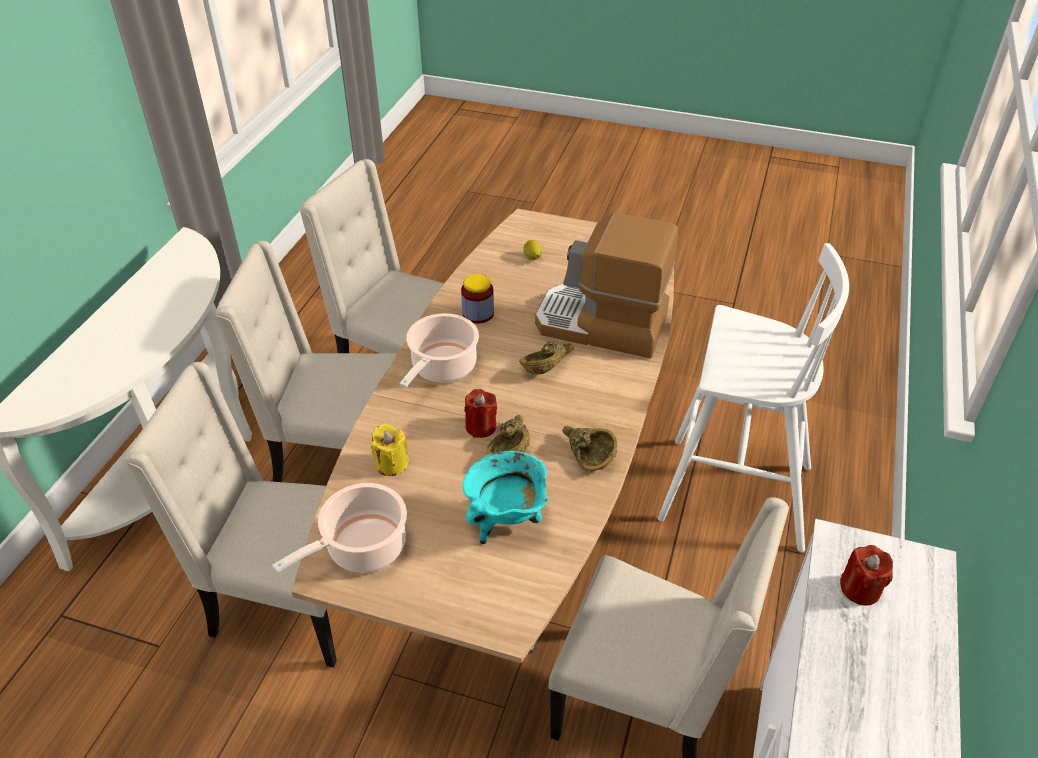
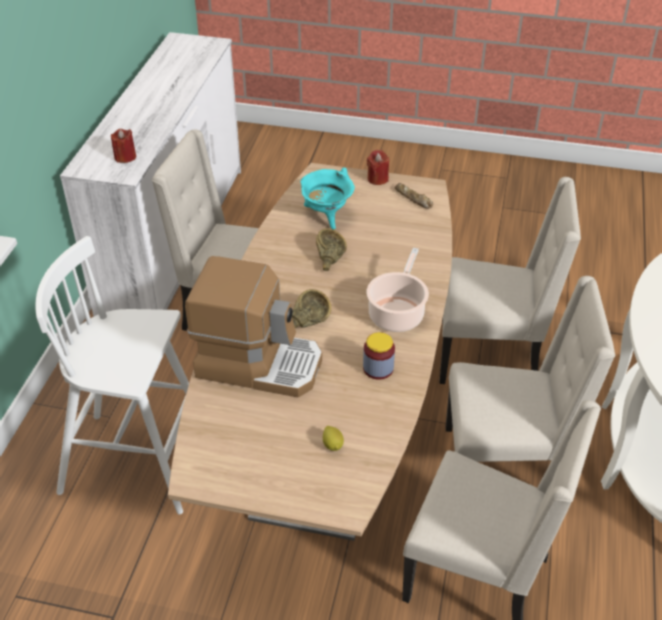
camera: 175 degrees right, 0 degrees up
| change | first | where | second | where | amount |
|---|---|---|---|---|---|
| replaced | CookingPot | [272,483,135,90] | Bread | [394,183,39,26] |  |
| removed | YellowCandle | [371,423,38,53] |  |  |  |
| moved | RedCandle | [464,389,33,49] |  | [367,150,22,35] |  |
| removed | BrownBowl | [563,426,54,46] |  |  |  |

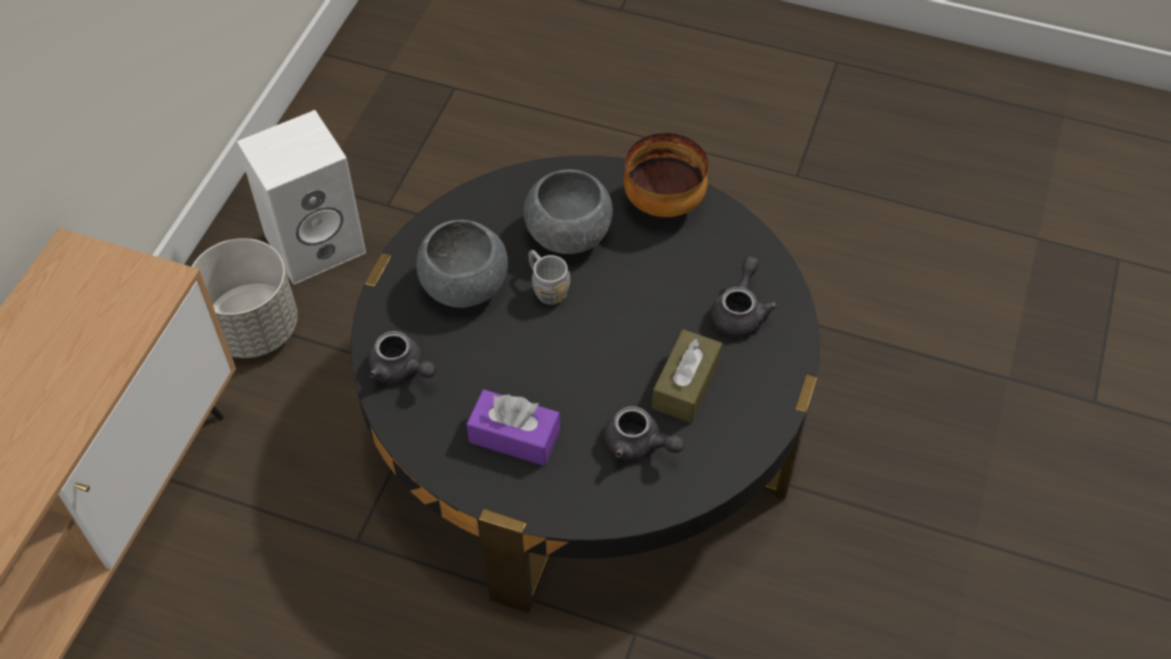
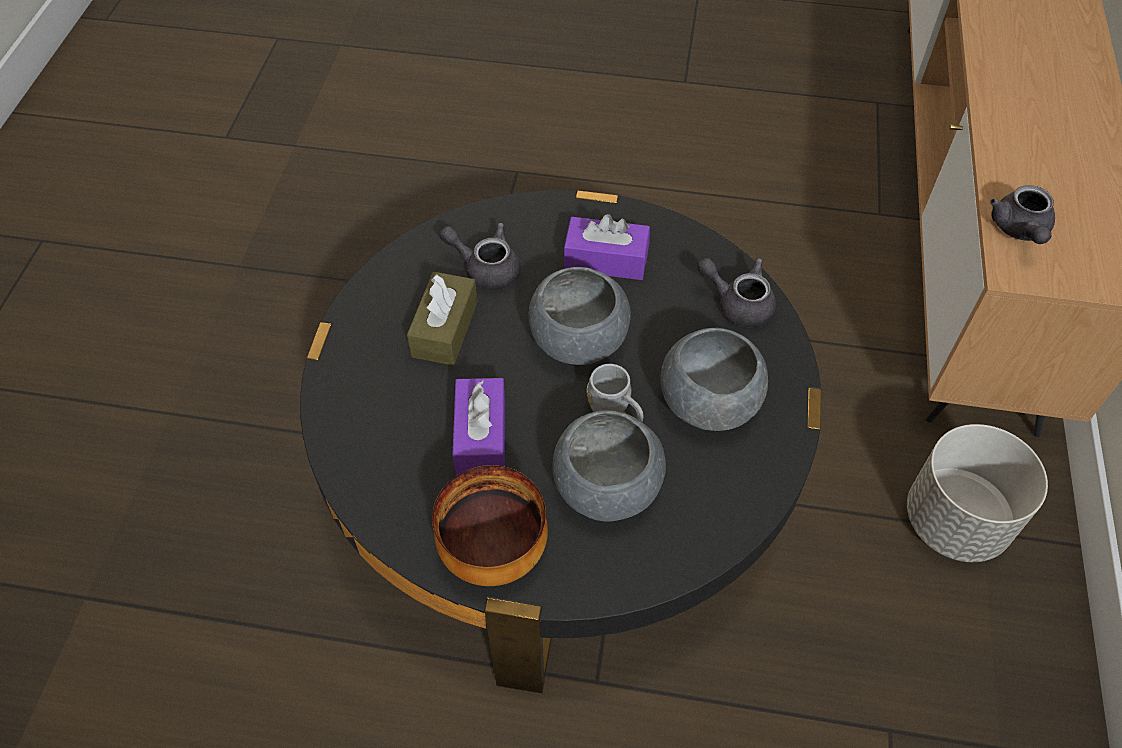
camera: 170 degrees right, 0 degrees up
| change | first | where | second | where | amount |
|---|---|---|---|---|---|
| removed | WhiteSpeaker | [237,110,129,175] |  |  |  |
| moved | GreyTeapot | [710,256,68,81] |  | [990,185,65,59] |  |
| added |  |  | PurpleTissueBox | [452,378,53,98] |  |
| added |  |  | GreyBowl | [529,267,102,98] |  |

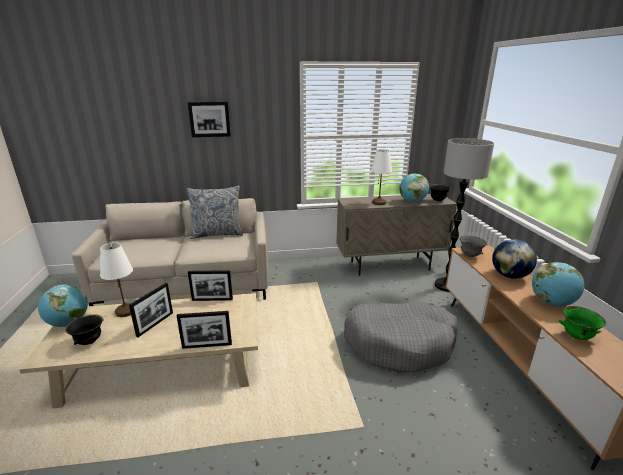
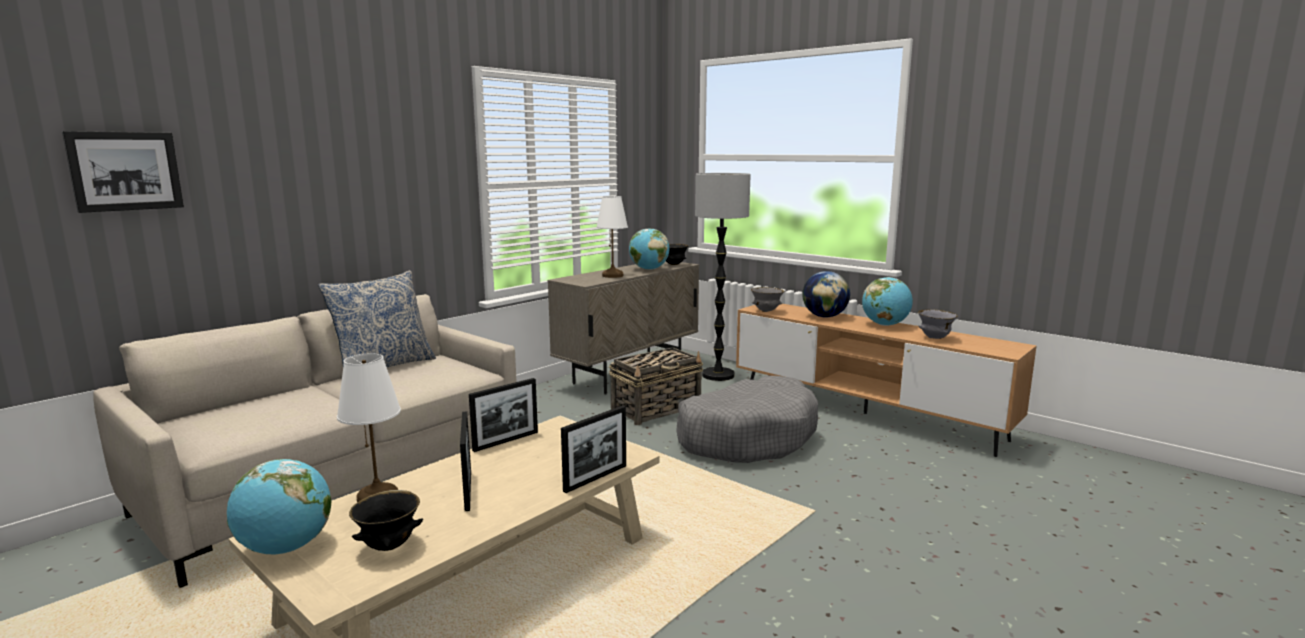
camera: 40 degrees left, 10 degrees down
| change | first | where | second | where | amount |
|---|---|---|---|---|---|
| moved | Picture | [188,102,43,35] |  | [62,131,122,82] |  |
| recoloured | GreenBowl | [559,306,47,34] | GreyBowl | [918,309,40,30] |  |
| added |  |  | Basket | [609,347,94,78] |  |

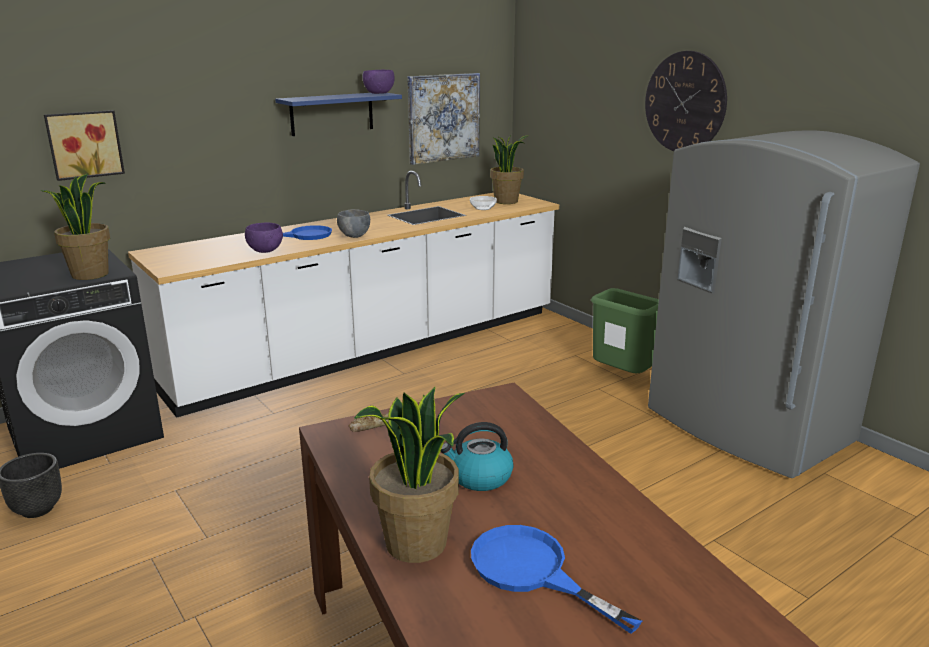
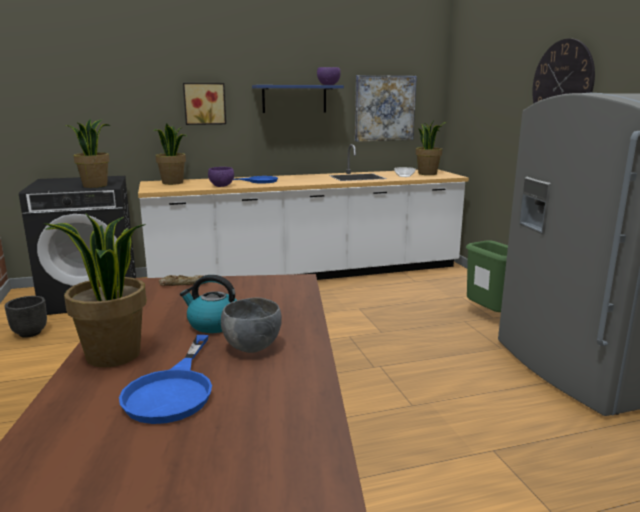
camera: 20 degrees right, 5 degrees down
| change | first | where | second | where | amount |
|---|---|---|---|---|---|
| moved | Picture | [44,110,81,71] |  | [183,83,43,42] |  |
| moved | GreyBowl | [337,209,33,29] |  | [221,298,61,55] |  |
| turned | BlueFryingPan | [471,525,171,109] |  | [119,335,93,89] | 150 degrees counterclockwise |
| added |  |  | PottedPlant | [154,124,33,61] |  |

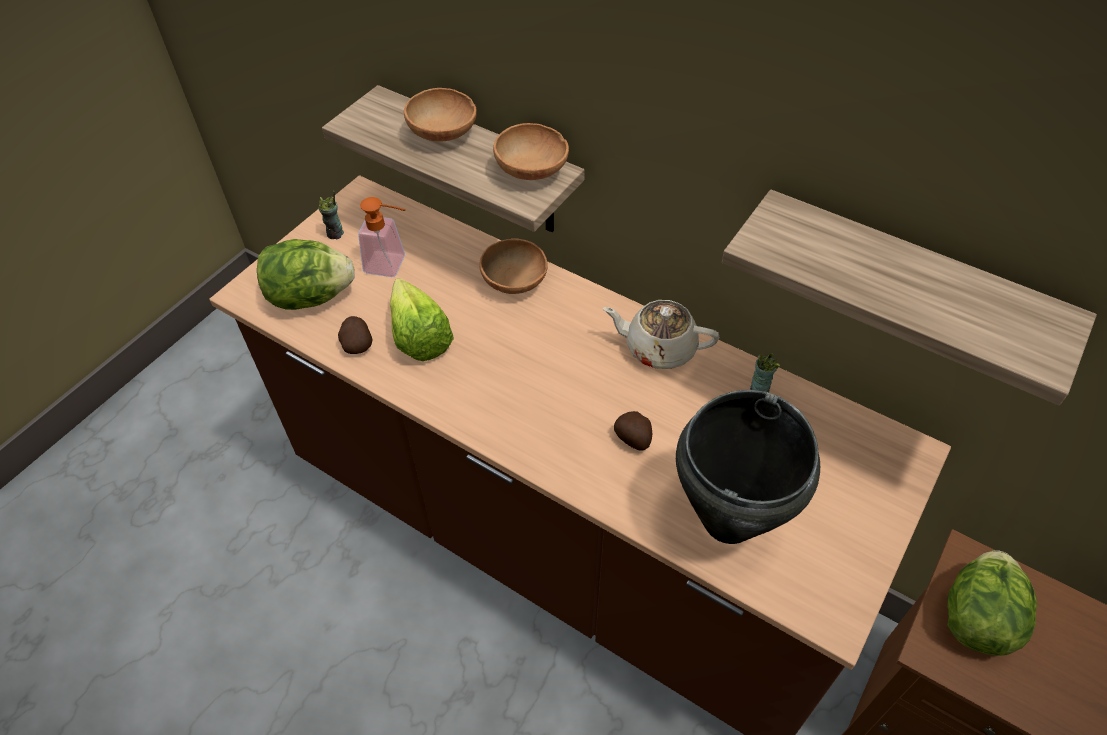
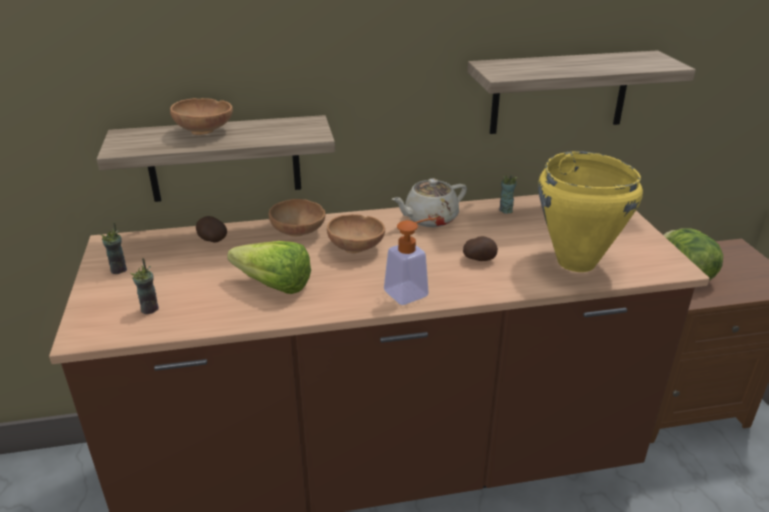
camera: 45 degrees left, 20 degrees down
| change | first | where | second | where | amount |
|---|---|---|---|---|---|
| replaced | Lettuce | [257,239,98,71] | Cup | [130,258,29,56] |  |
| moved | Potato | [338,316,34,38] |  | [196,216,31,26] |  |
| moved | SoapDispenser | [358,197,48,80] |  | [384,218,53,87] |  |
| moved | BrownBowl | [493,123,76,57] |  | [327,214,58,39] |  |
| recoloured | BlackCookingPot | [676,390,144,154] | YellowCookingPot | [538,151,105,121] |  |

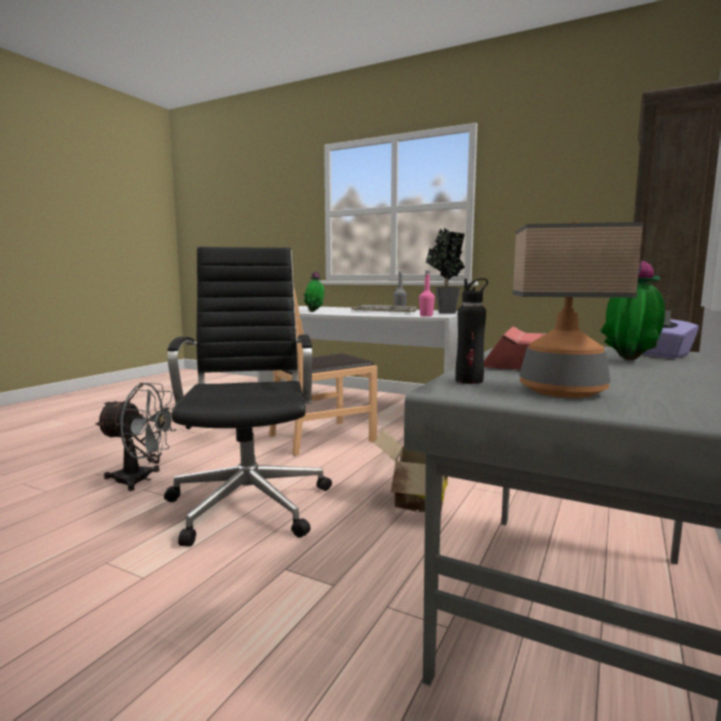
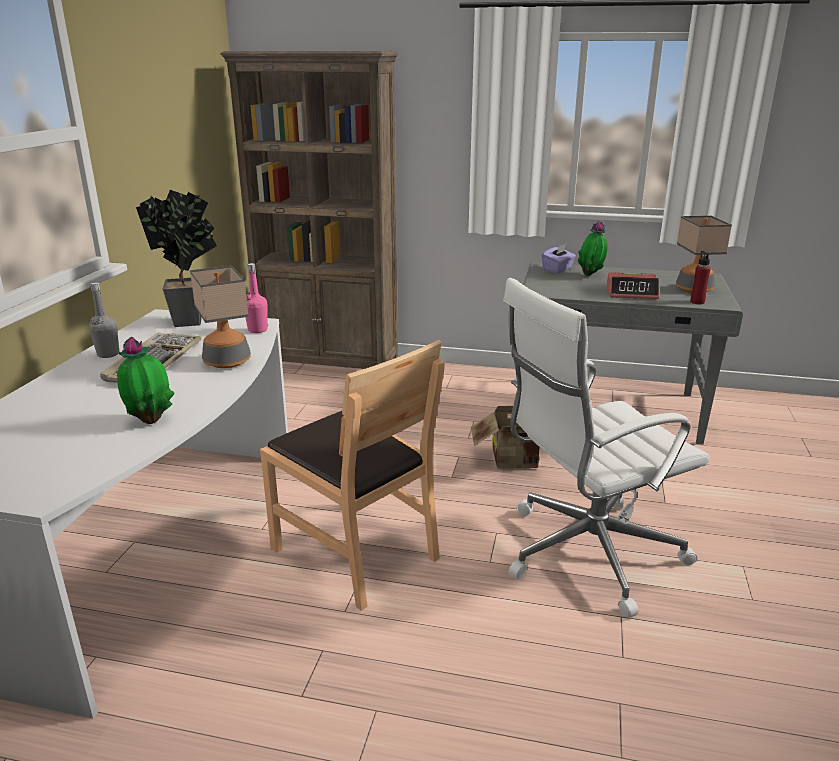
camera: 105 degrees left, 15 degrees up
| change | first | where | second | where | amount |
|---|---|---|---|---|---|
| removed | GreyFan | [95,383,81,108] |  |  |  |
| recoloured | BlackOfficeChair | [164,247,168,300] | WhiteOfficeChair | [503,278,207,340] |  |
| recoloured | BlackBottle | [455,278,33,106] | RedBottle | [690,251,21,53] |  |
| added |  |  | TableLamp | [190,265,61,103] |  |

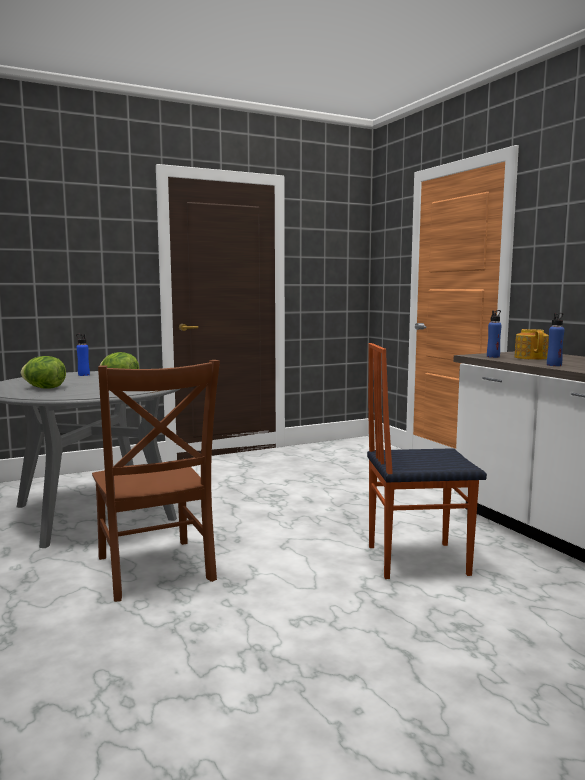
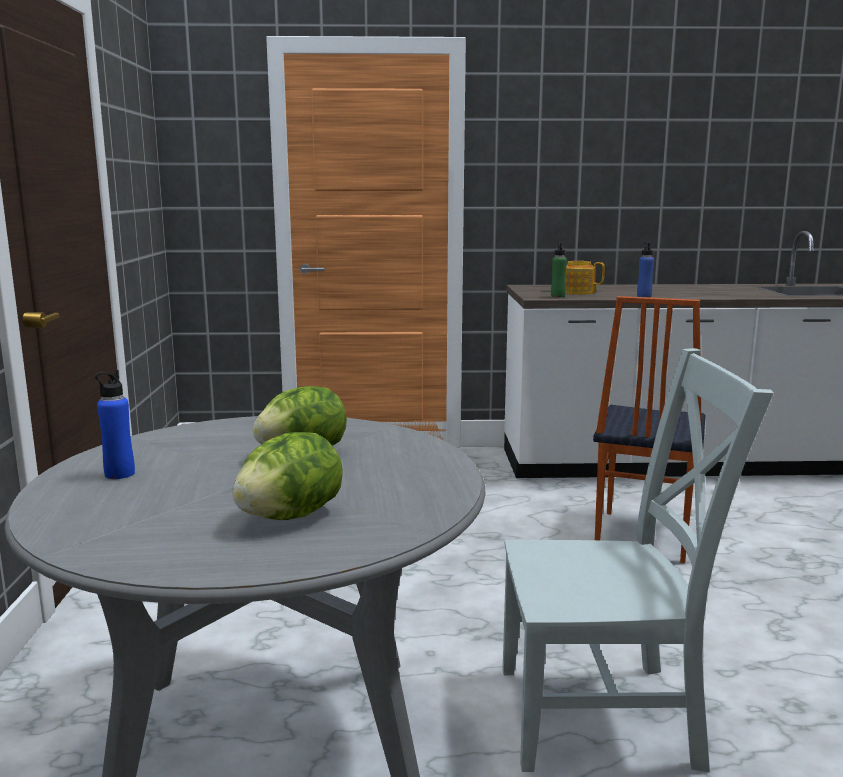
camera: 65 degrees left, 5 degrees up
| change | first | where | second | where | amount |
|---|---|---|---|---|---|
| recoloured | BrownChair | [92,360,128,242] | GreyChair | [503,348,270,424] |  |
| recoloured | BlueBottle | [487,310,15,48] | GreenBottle | [551,242,16,55] |  |

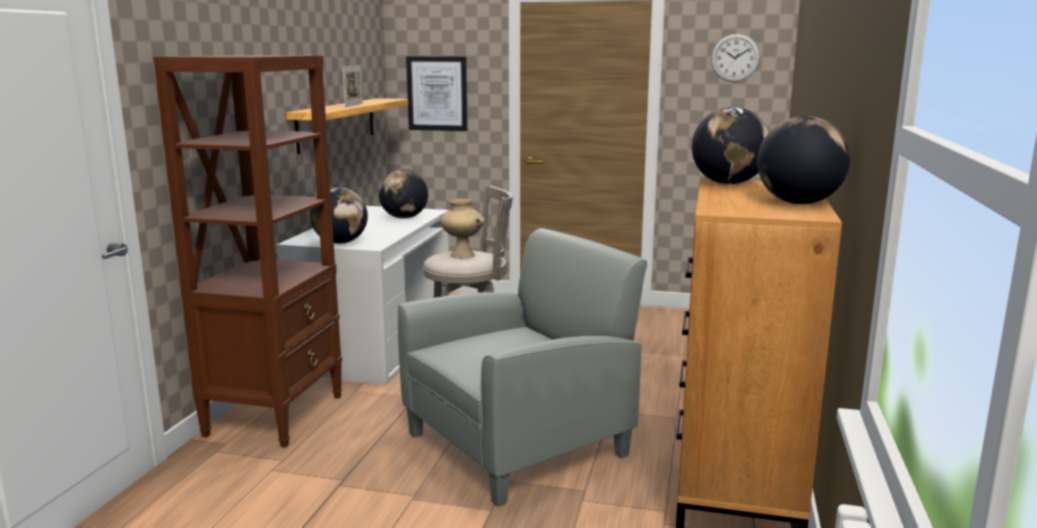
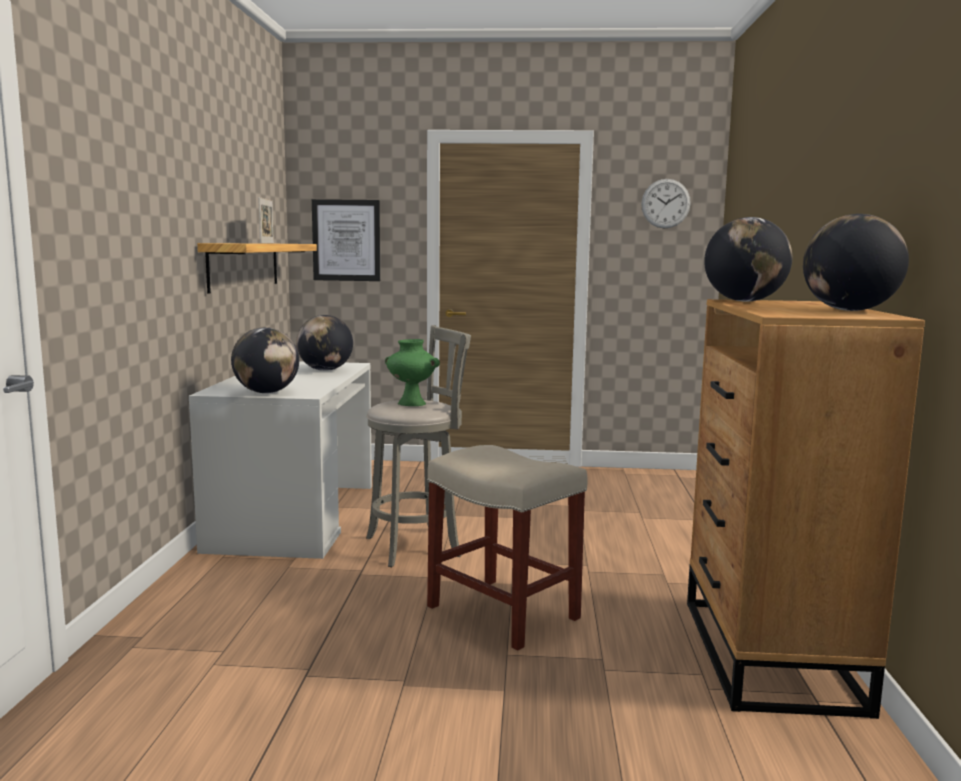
camera: 10 degrees left, 5 degrees down
| change | first | where | second | where | amount |
|---|---|---|---|---|---|
| removed | BrownBookcase | [153,55,189,393] |  |  |  |
| replaced | GreyArmchair | [398,228,249,279] | BeigeStool | [427,445,161,206] |  |
| recoloured | BeigeVase | [440,199,45,60] | GreenVase | [385,339,55,67] |  |

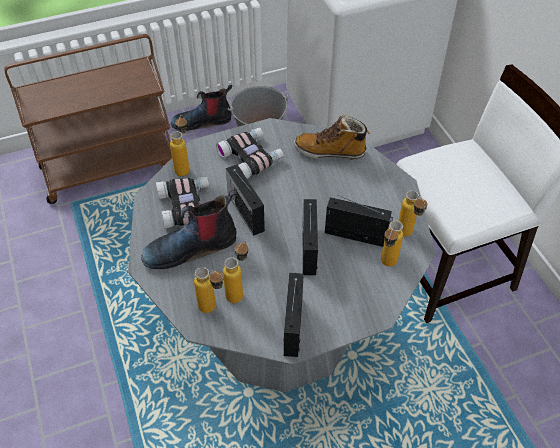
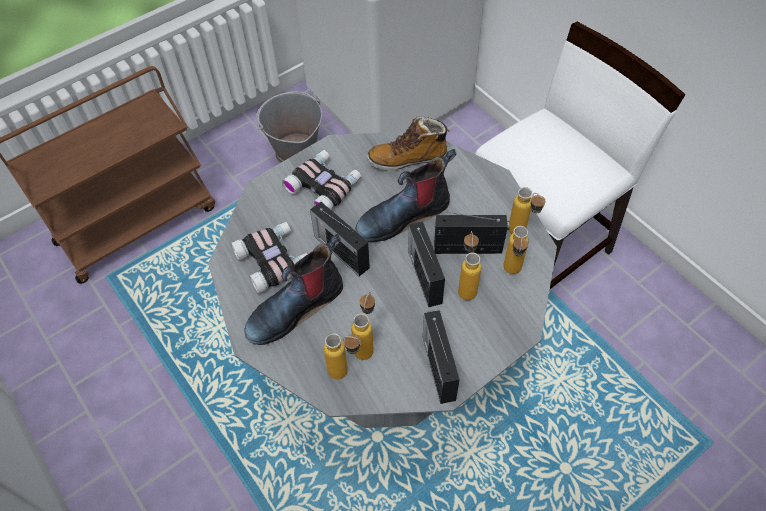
camera: 15 degrees left, 5 degrees up
| change | first | where | second | where | amount |
|---|---|---|---|---|---|
| moved | Bottle | [170,115,20,61] |  | [458,231,23,69] |  |
| moved | Boot | [171,85,61,46] |  | [355,149,101,93] |  |

